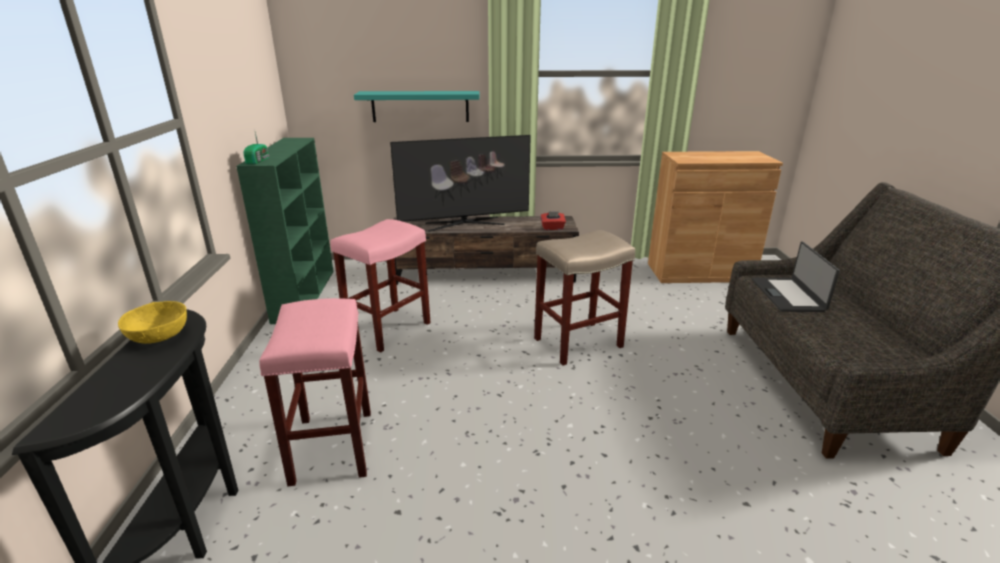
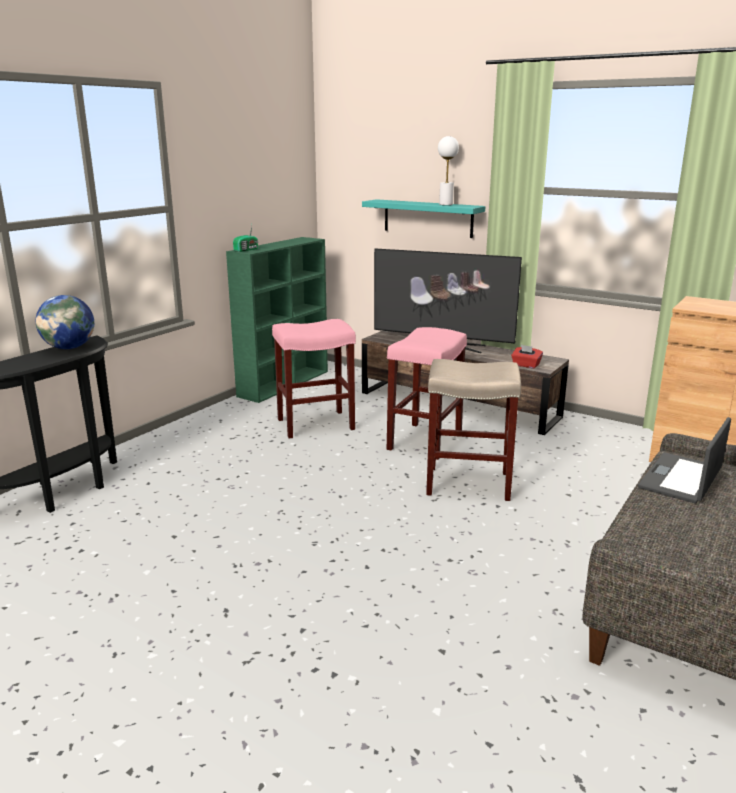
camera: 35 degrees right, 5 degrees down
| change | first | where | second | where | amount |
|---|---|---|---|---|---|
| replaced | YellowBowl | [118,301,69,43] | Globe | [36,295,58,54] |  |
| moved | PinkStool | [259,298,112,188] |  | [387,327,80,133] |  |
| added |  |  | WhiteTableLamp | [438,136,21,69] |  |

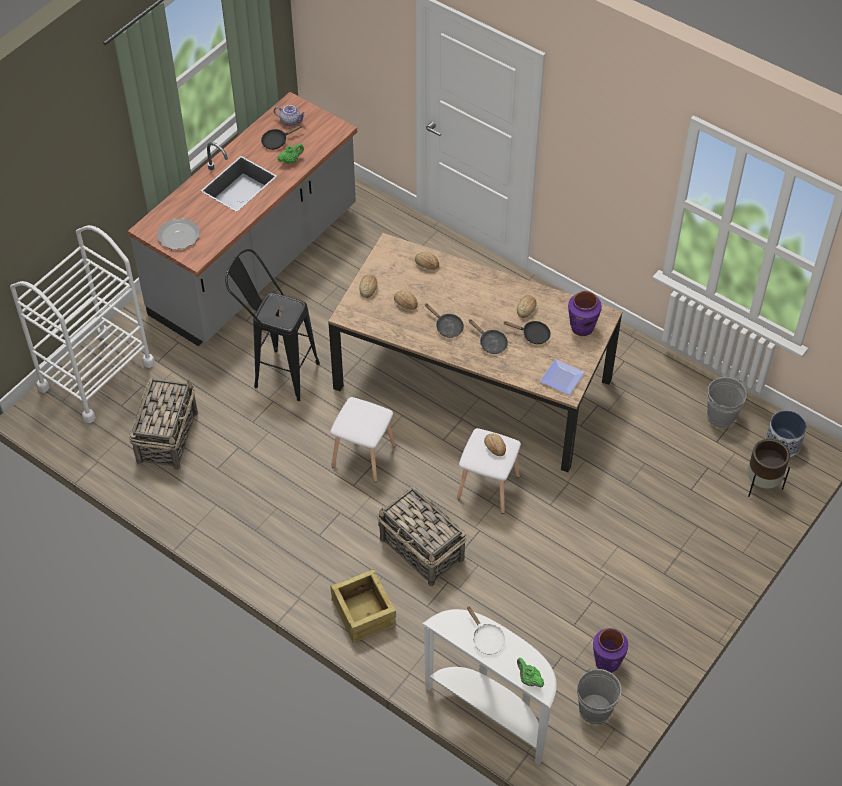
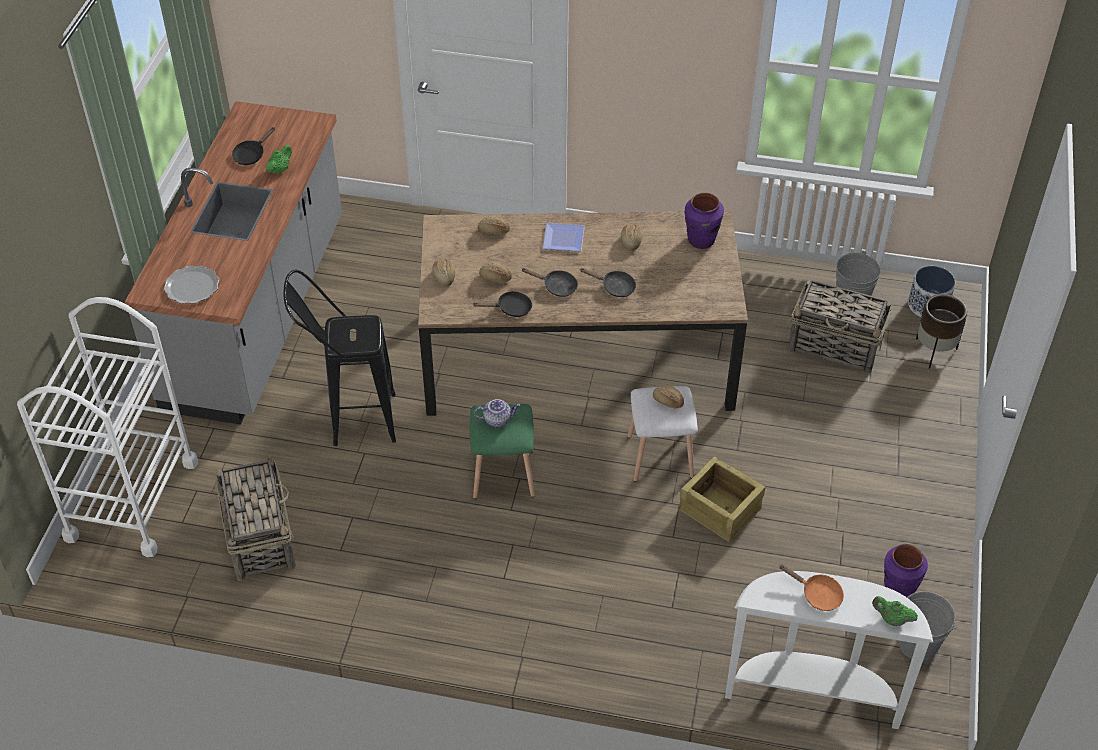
camera: 25 degrees left, 5 degrees down
| change | first | where | second | where | amount |
|---|---|---|---|---|---|
| moved | Teapot | [274,105,32,21] |  | [474,399,46,28] |  |
| recoloured | WhiteStool | [330,397,66,85] | GreenStool | [470,404,65,95] |  |
| moved | Crate | [330,569,66,74] |  | [678,456,87,86] |  |
| moved | Basket | [376,487,91,99] |  | [788,280,104,94] |  |
| recoloured | WhiteFryingPan | [467,606,38,49] | OrangeFryingPan | [779,565,65,46] |  |
| moved | BlackFryingPan | [504,321,47,23] |  | [474,291,58,26] |  |
| moved | Plate | [540,359,45,36] |  | [542,223,43,29] |  |

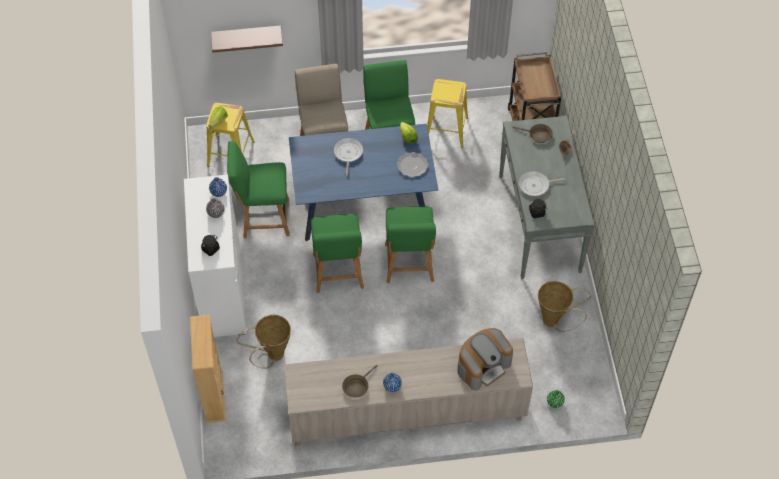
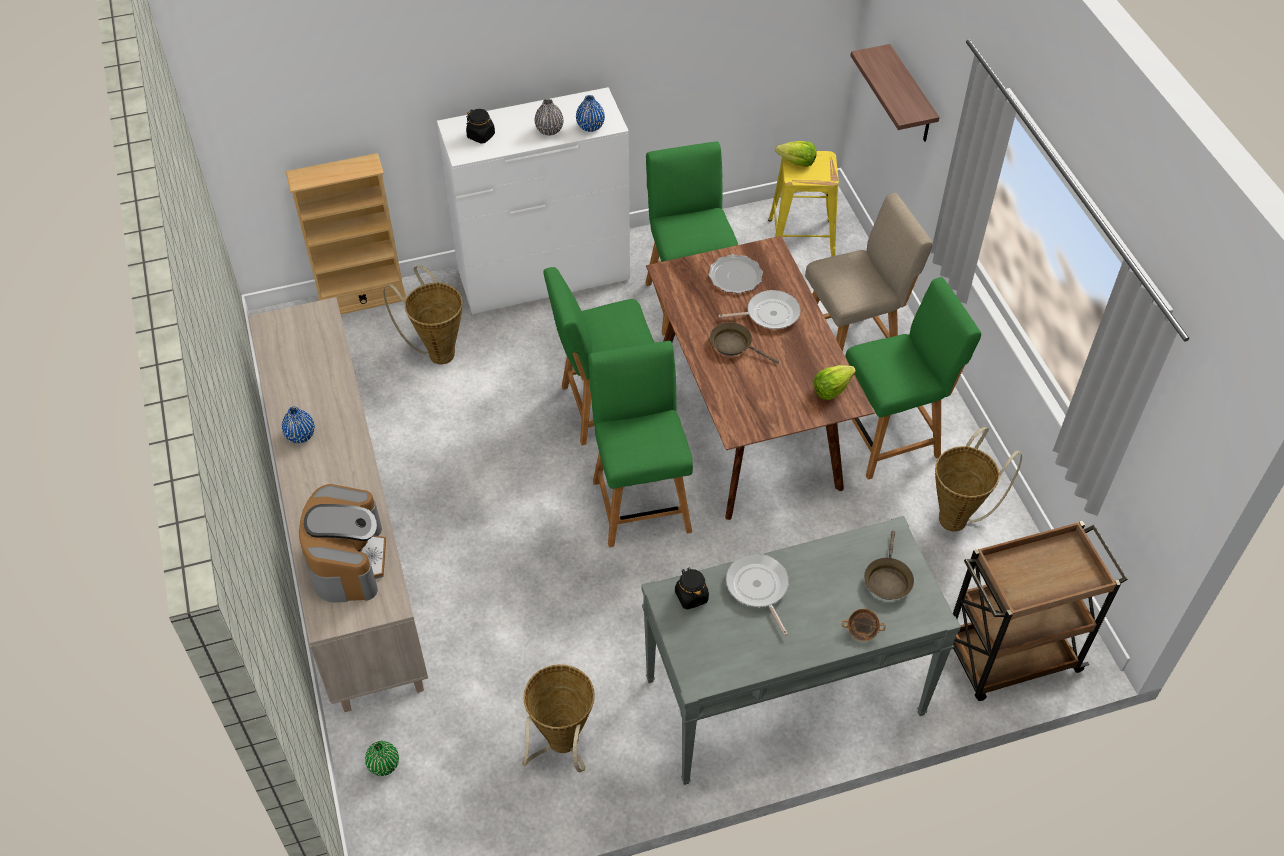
camera: 80 degrees right, 5 degrees down
| change | first | where | second | where | amount |
|---|---|---|---|---|---|
| recoloured | BlueDiningTable | [289,124,149,117] | BrownDiningTable | [646,236,229,284] |  |
| moved | BrownFryingPan | [342,365,35,33] |  | [710,322,69,42] |  |
| turned | GreenChair | [385,206,51,77] |  | [588,341,105,206] | 90 degrees clockwise |
| moved | Plate | [397,152,31,25] |  | [708,254,55,40] |  |
| replaced | YellowStool | [427,79,41,69] | Basket | [935,427,87,105] |  |
| turned | CoffeeMachine | [457,328,56,63] |  | [299,484,87,119] | 135 degrees counterclockwise |

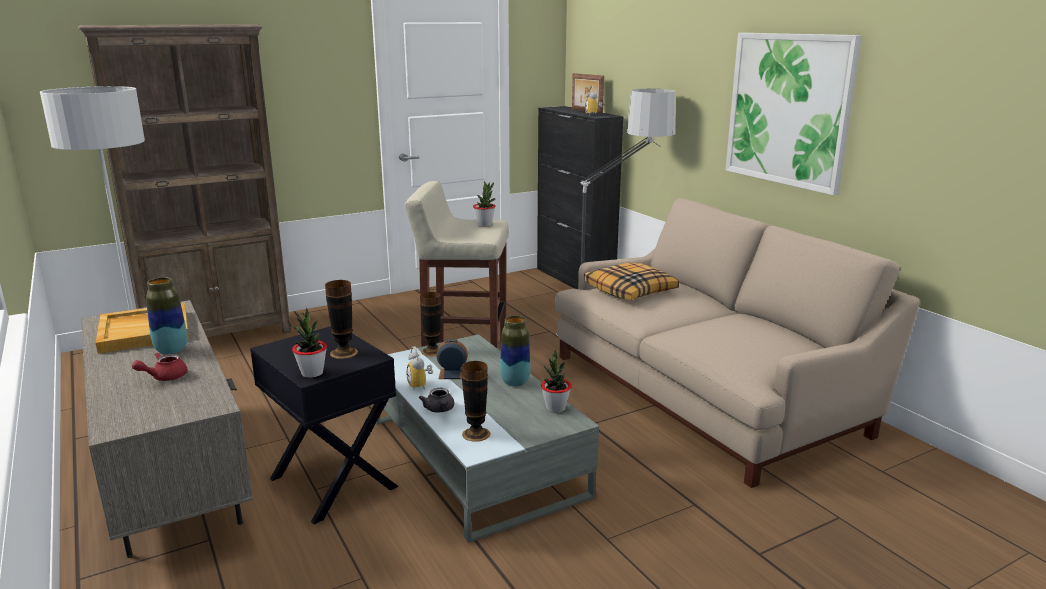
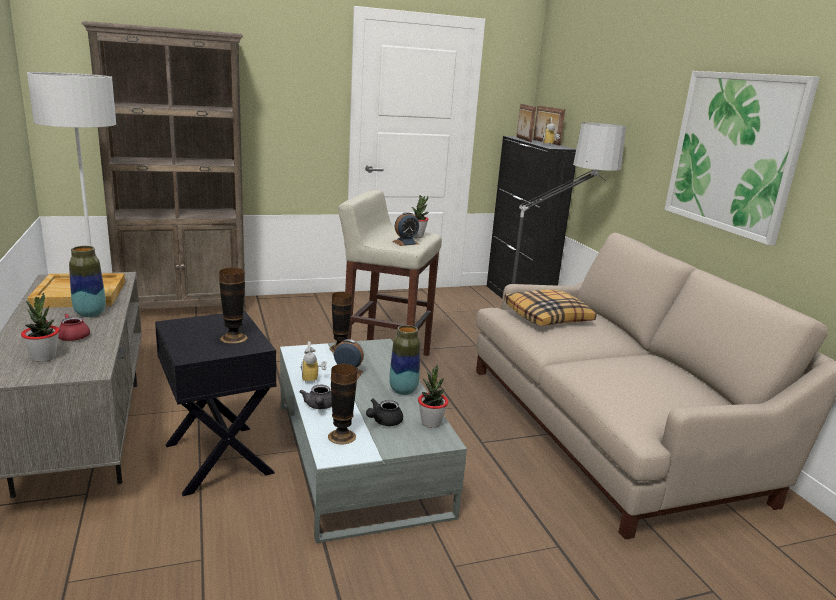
camera: 10 degrees right, 0 degrees up
| change | first | where | second | where | amount |
|---|---|---|---|---|---|
| moved | PottedPlant | [292,308,35,70] |  | [21,293,38,69] |  |
| added |  |  | BlackTeapot | [366,399,37,27] |  |
| added |  |  | AlarmClock | [392,212,27,34] |  |
| added |  |  | PictureFrame | [517,104,19,38] |  |

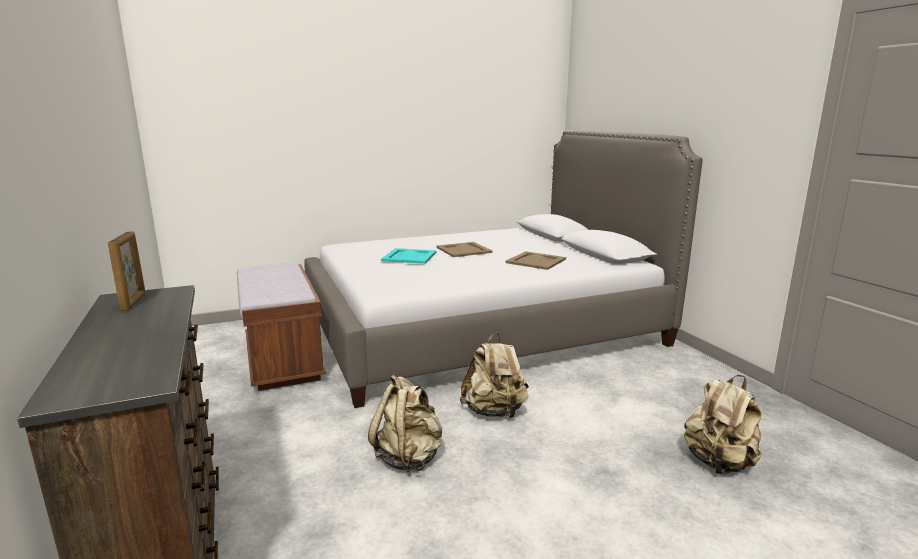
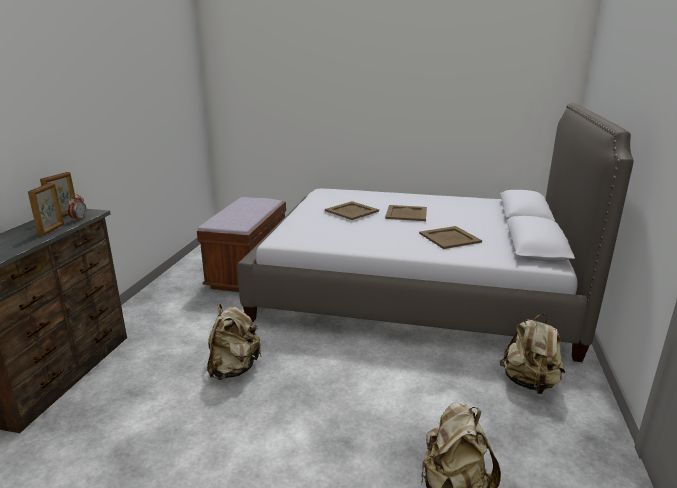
camera: 35 degrees right, 5 degrees up
| change | first | where | second | where | amount |
|---|---|---|---|---|---|
| recoloured | TurquoiseTray | [381,248,56,16] | BeigeTray | [325,201,54,19] |  |
| moved | BeigeBackpack | [459,333,70,85] |  | [500,313,65,81] |  |
| added |  |  | PictureFrame | [28,182,36,54] |  |
| added |  |  | AlarmClock | [68,194,18,27] |  |

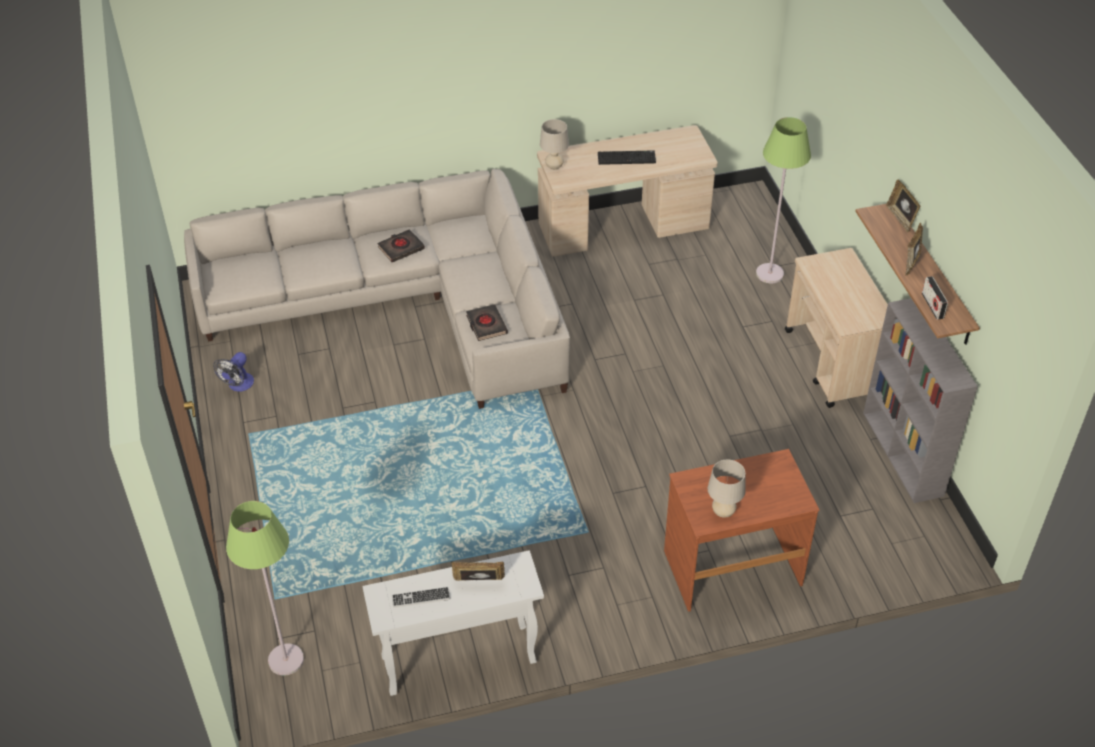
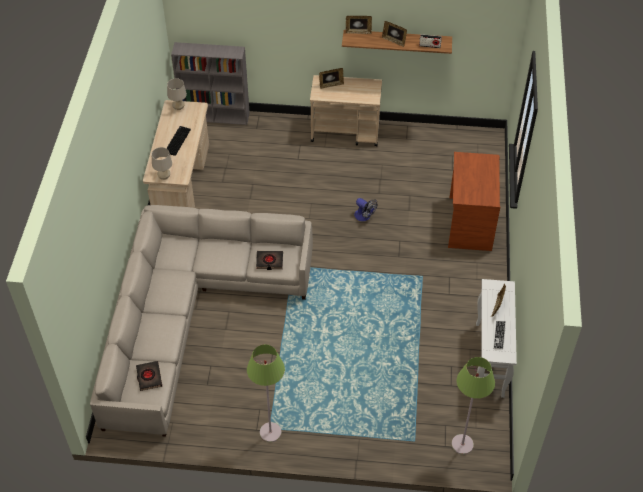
camera: 70 degrees left, 5 degrees up
| change | first | where | second | where | amount |
|---|---|---|---|---|---|
| moved | Fan | [213,352,41,40] |  | [354,198,24,24] |  |
| moved | BlackBook | [377,229,48,33] |  | [136,361,26,30] |  |
| moved | BeigeTableLamp | [708,459,37,59] |  | [167,78,20,32] |  |
| moved | GreenFloorLamp | [756,117,55,166] |  | [247,344,38,98] |  |
| moved | GreyBookcase | [863,298,115,205] |  | [171,42,79,83] |  |
| added |  |  | PictureFrame | [319,68,25,21] |  |

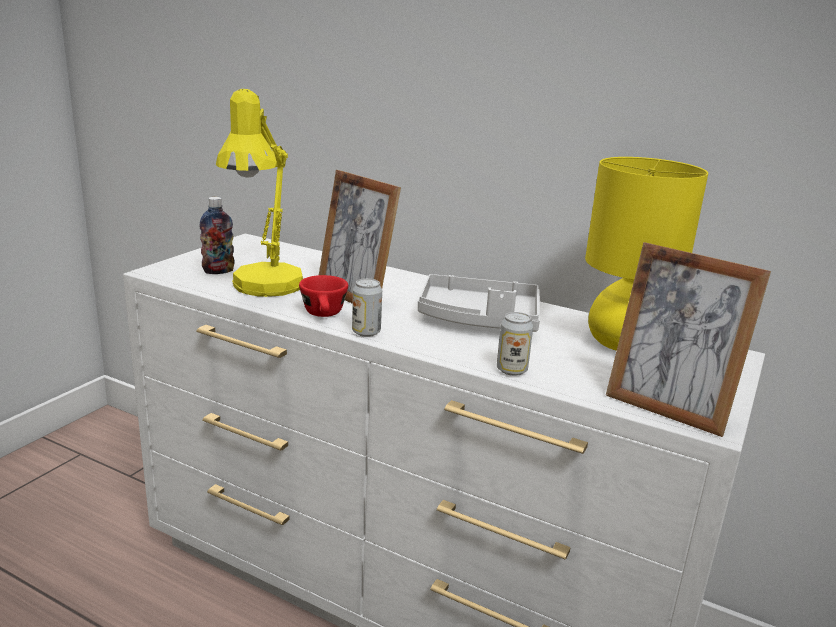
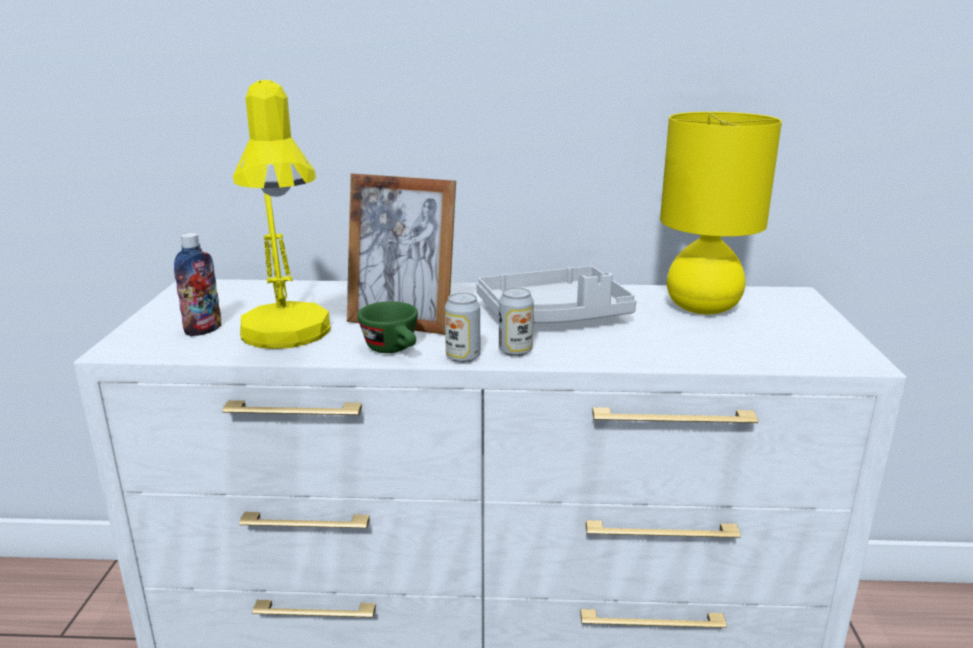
camera: 25 degrees left, 0 degrees up
| change | first | where | second | where | amount |
|---|---|---|---|---|---|
| recoloured | RedCup | [299,275,49,42] | GreenCup | [357,301,61,52] |  |
| moved | Can | [497,312,36,64] |  | [499,287,35,69] |  |
| removed | PictureFrame | [606,242,165,195] |  |  |  |

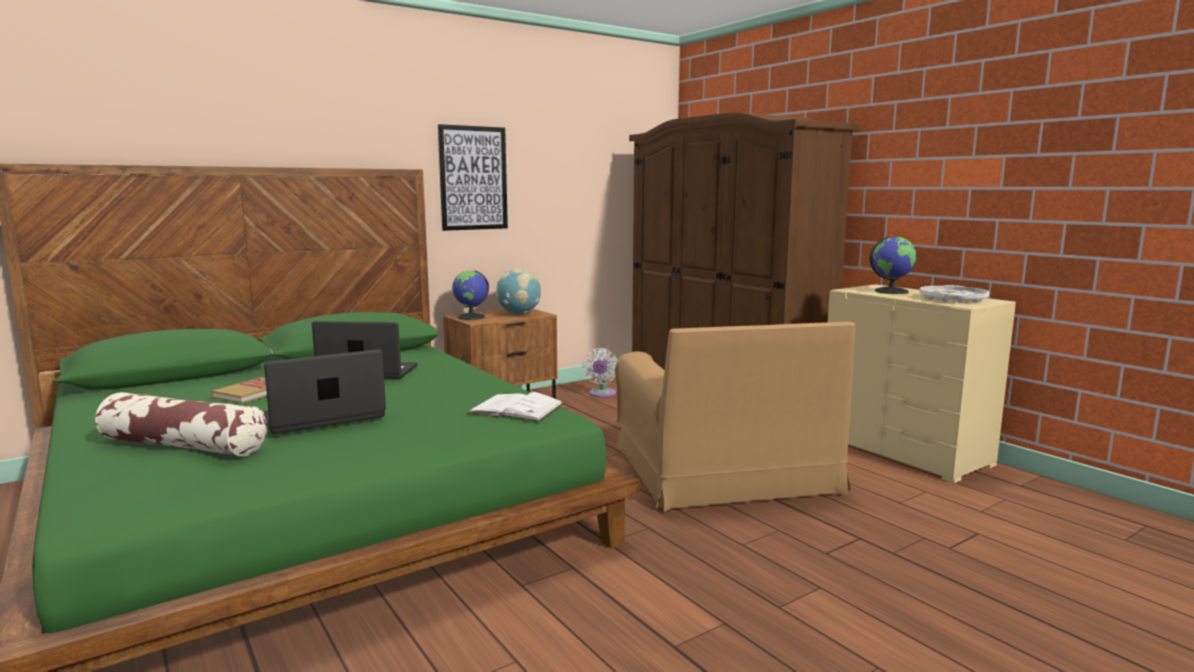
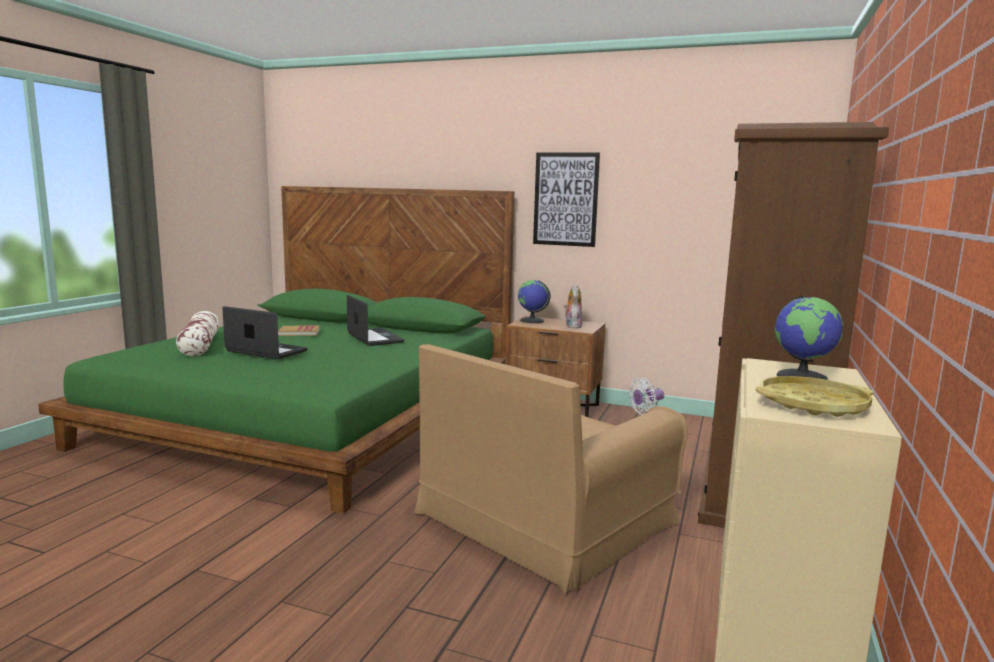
camera: 55 degrees right, 0 degrees up
| change | first | where | second | where | amount |
|---|---|---|---|---|---|
| removed | WhiteBook | [467,392,97,29] |  |  |  |
| replaced | Globe | [495,268,46,46] | PlushToy | [564,284,18,45] |  |
| recoloured | WhiteTray | [919,285,70,18] | YellowTray | [756,376,118,41] |  |

